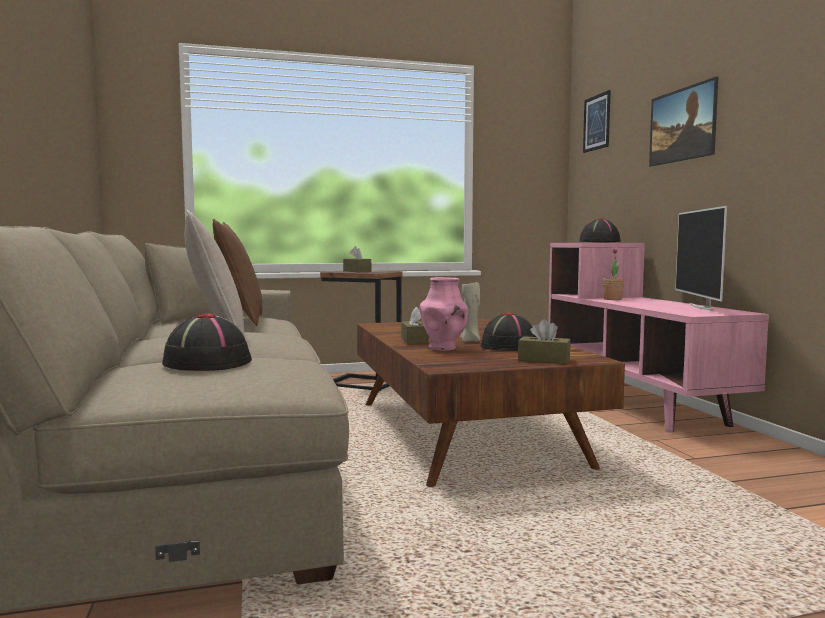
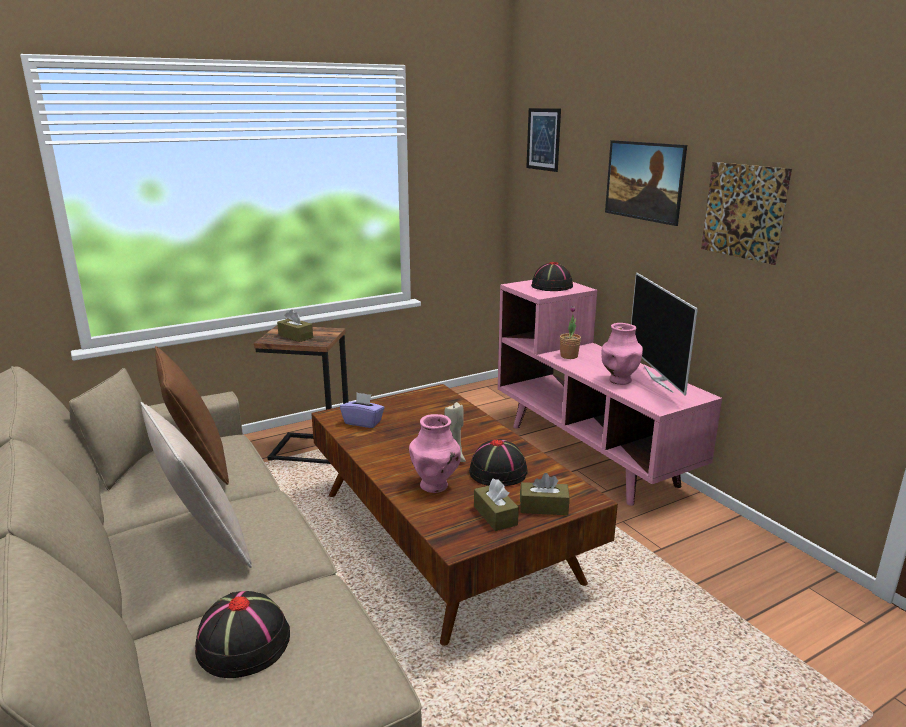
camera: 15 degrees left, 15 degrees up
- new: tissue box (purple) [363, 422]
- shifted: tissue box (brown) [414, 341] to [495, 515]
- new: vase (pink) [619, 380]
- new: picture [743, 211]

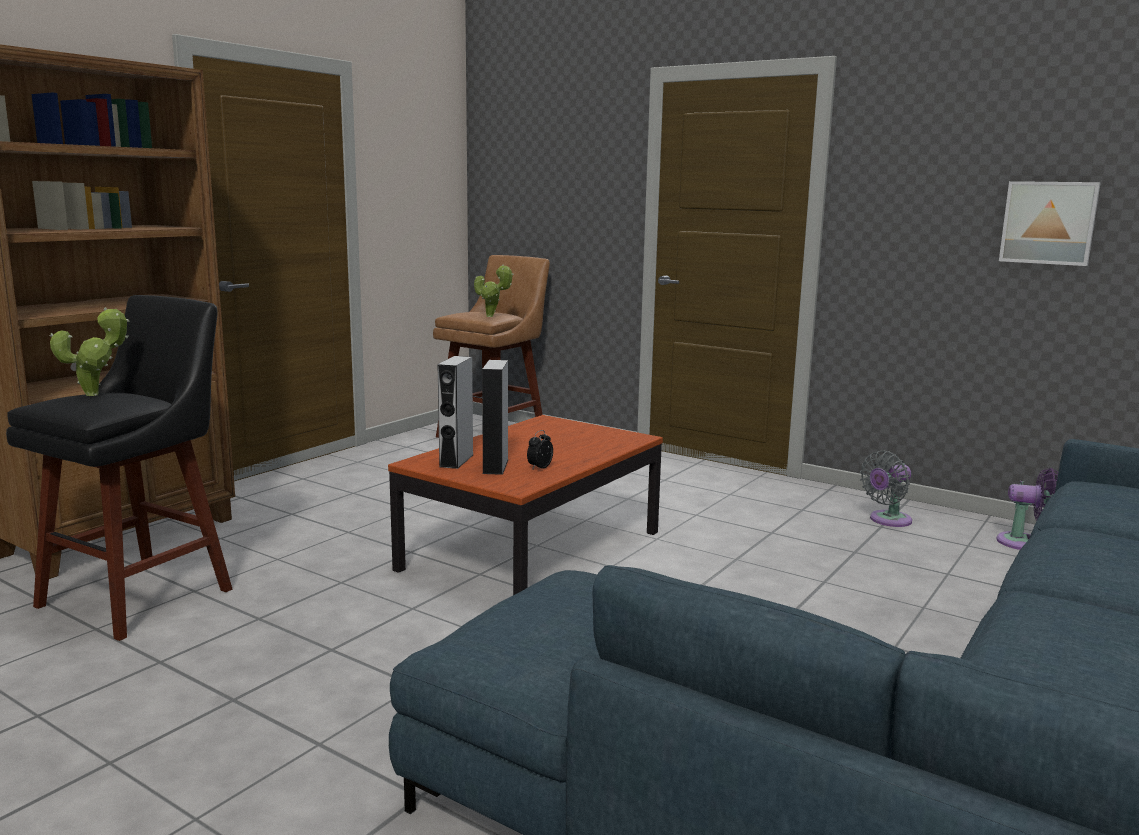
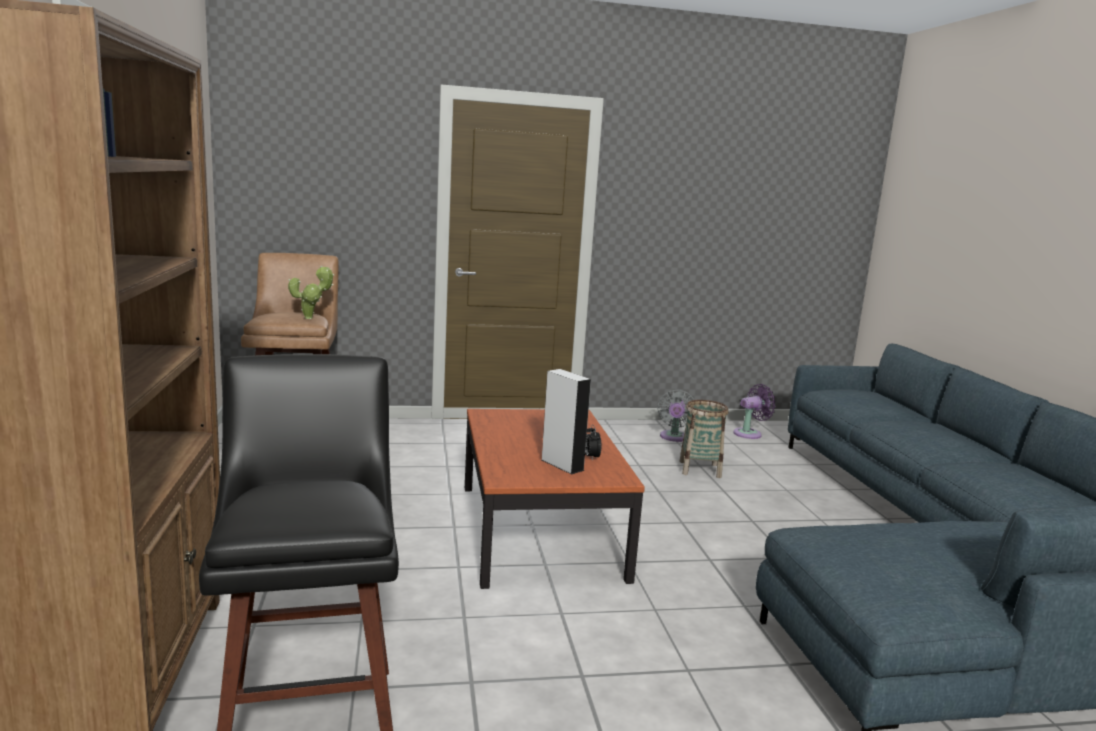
camera: 45 degrees left, 0 degrees up
- new: basket [699, 469]
- gone: potted plant [97, 394]
- gone: speaker (grey) [456, 460]
- gone: picture [1048, 222]

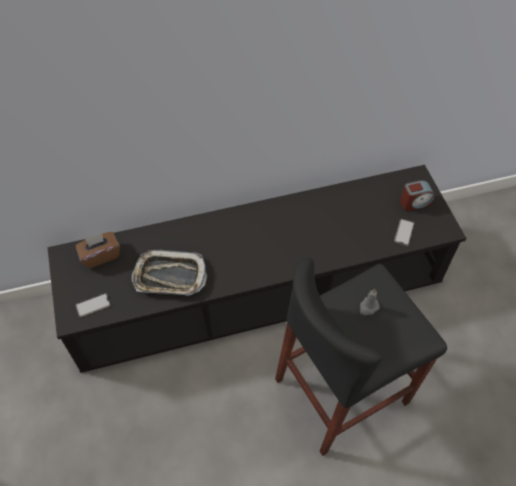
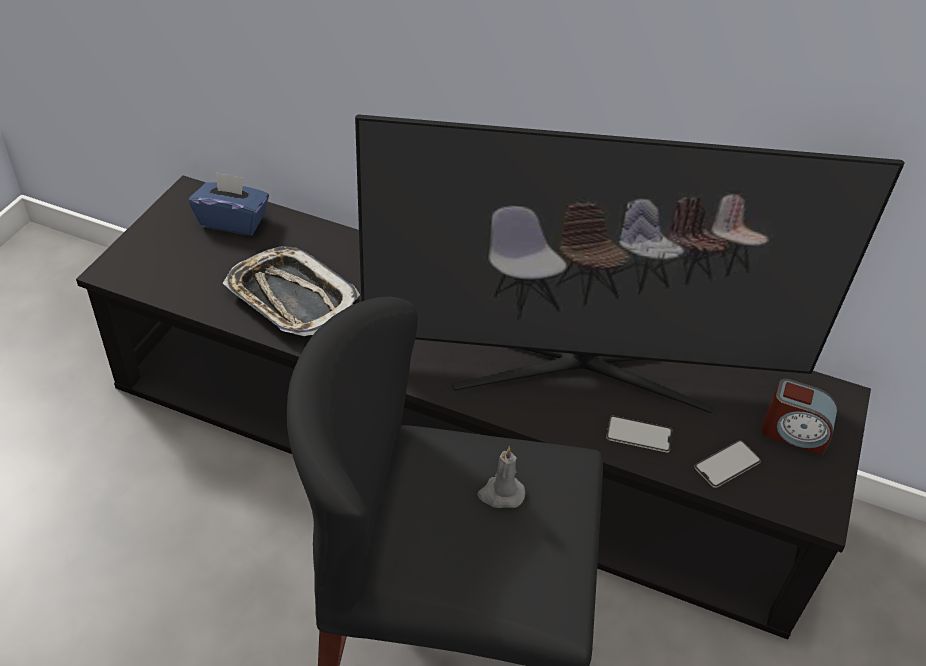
camera: 35 degrees right, 10 degrees down
- repainted: tissue box (brown) [100, 255] to tissue box (blue) [233, 221]
- new: television [580, 368]
- shifted: phone [93, 305] to [639, 434]

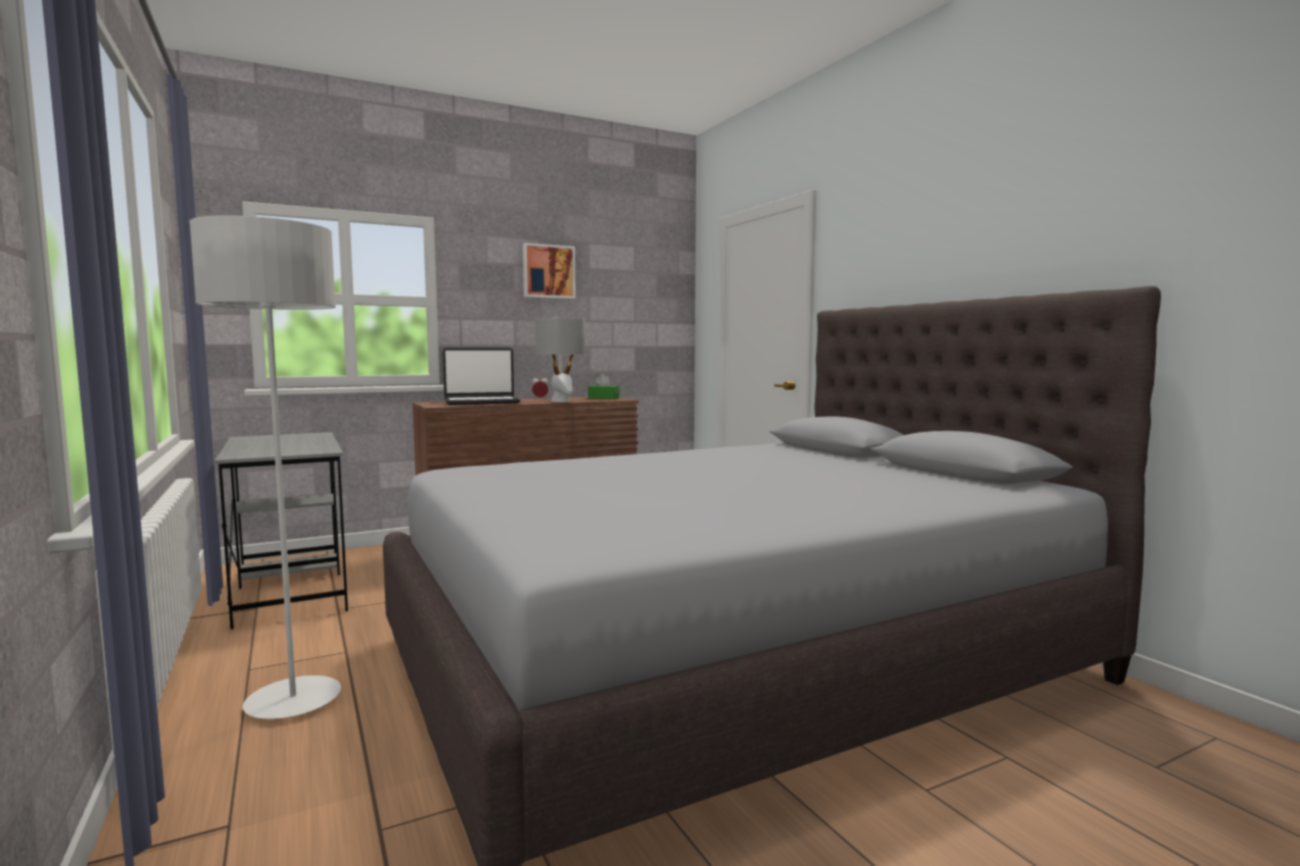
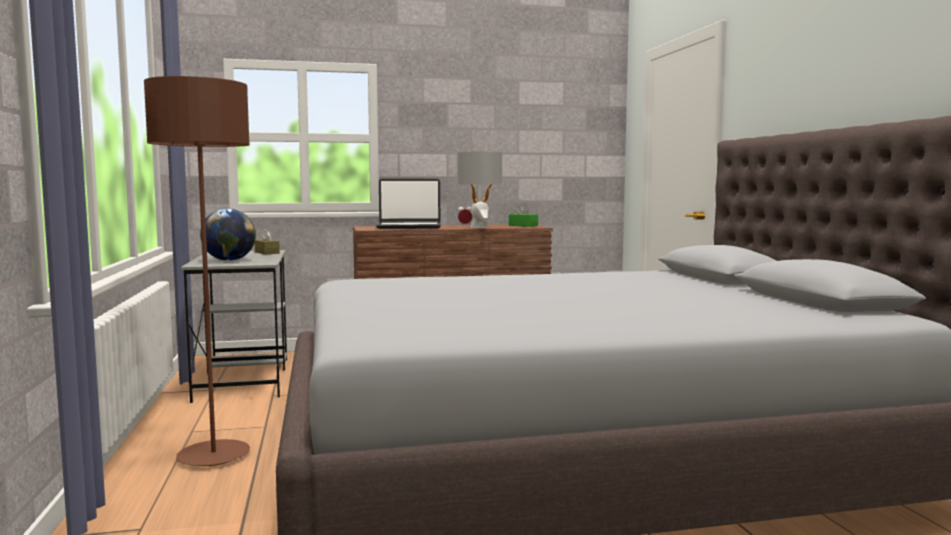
camera: 15 degrees right, 0 degrees up
- repainted: floor lamp (grey) [293, 701] to floor lamp (brown) [213, 456]
- new: globe [229, 260]
- new: tissue box (brown) [267, 252]
- gone: picture [548, 271]

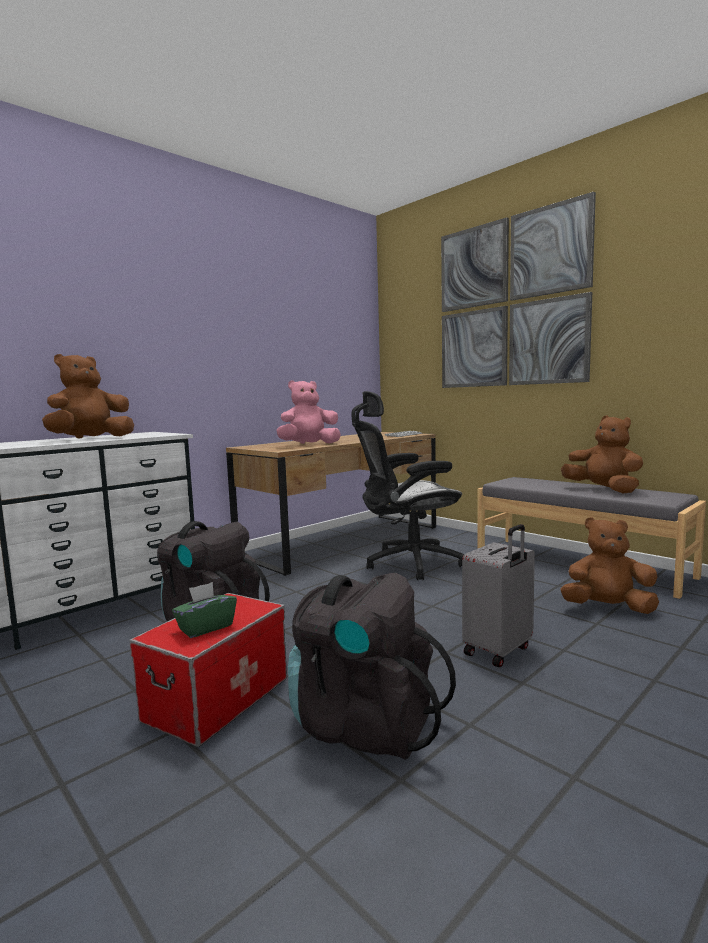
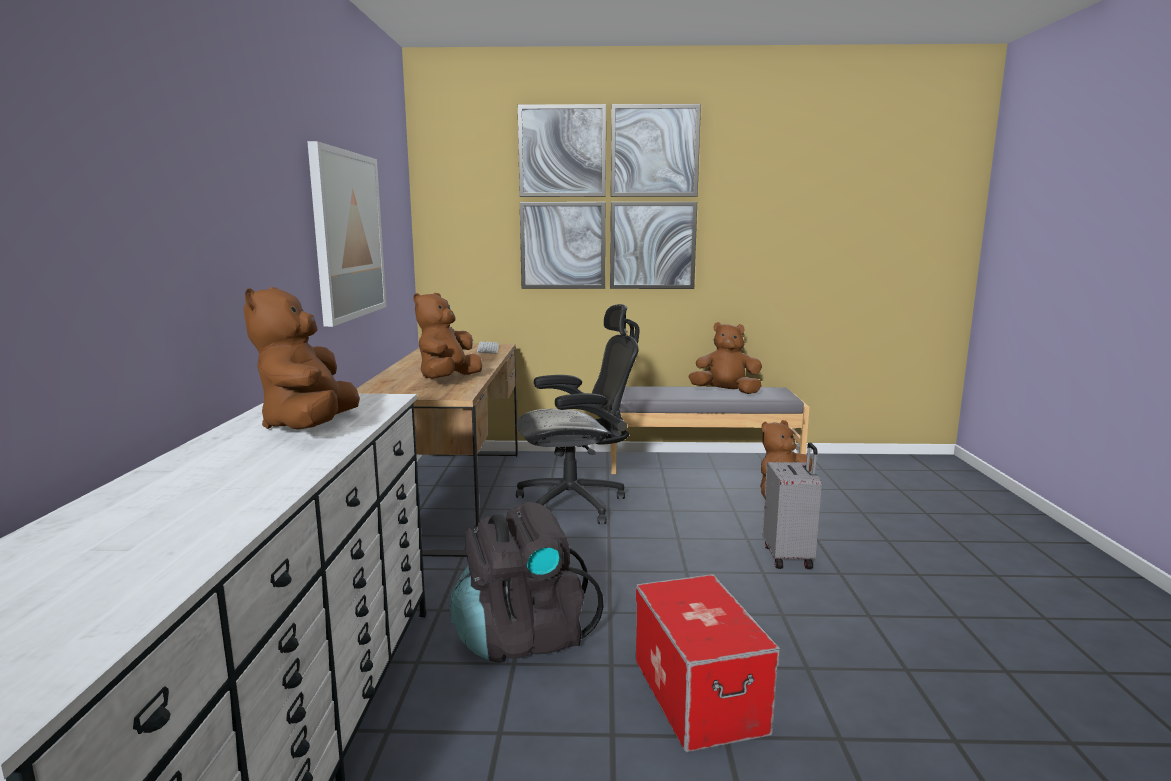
camera: 45 degrees left, 5 degrees up
- new: picture [348, 235]
- repainted: plush toy (pink) [309, 444] to plush toy (brown) [448, 380]
- rotated: office chair [408, 564] = [576, 503] 135 degrees counterclockwise
- gone: tissue box (green) [206, 627]
- gone: backpack (black) [364, 724]

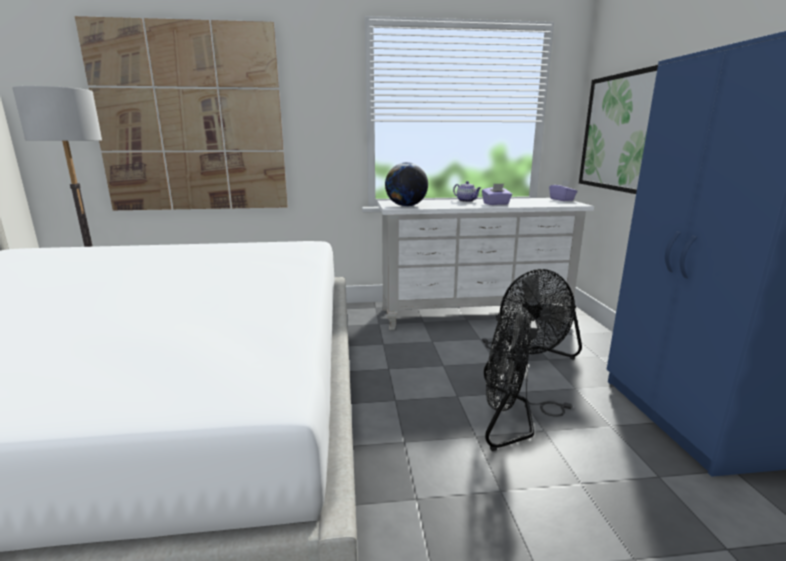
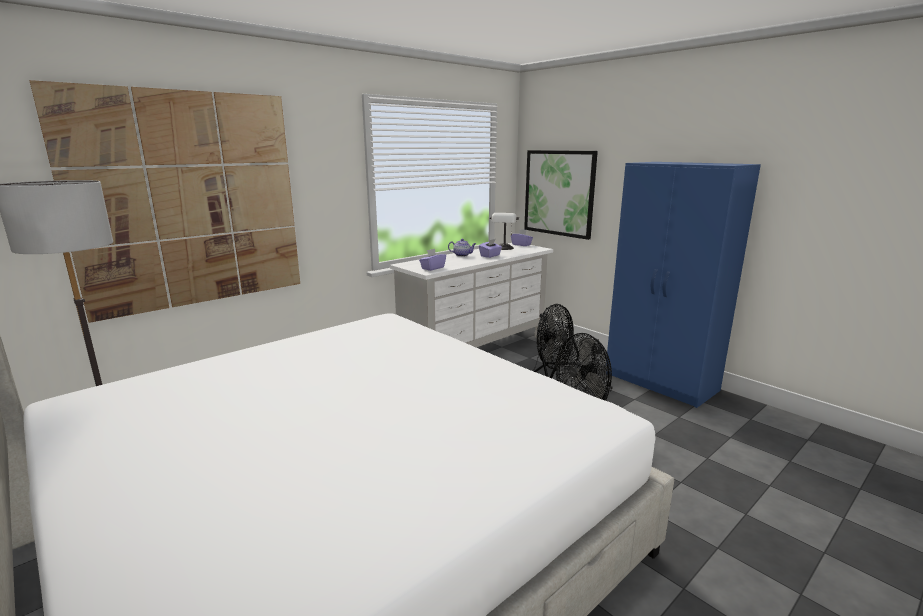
camera: 35 degrees left, 0 degrees up
- swapped: globe [406, 206] to tissue box (purple) [432, 268]
- new: table lamp [504, 248]

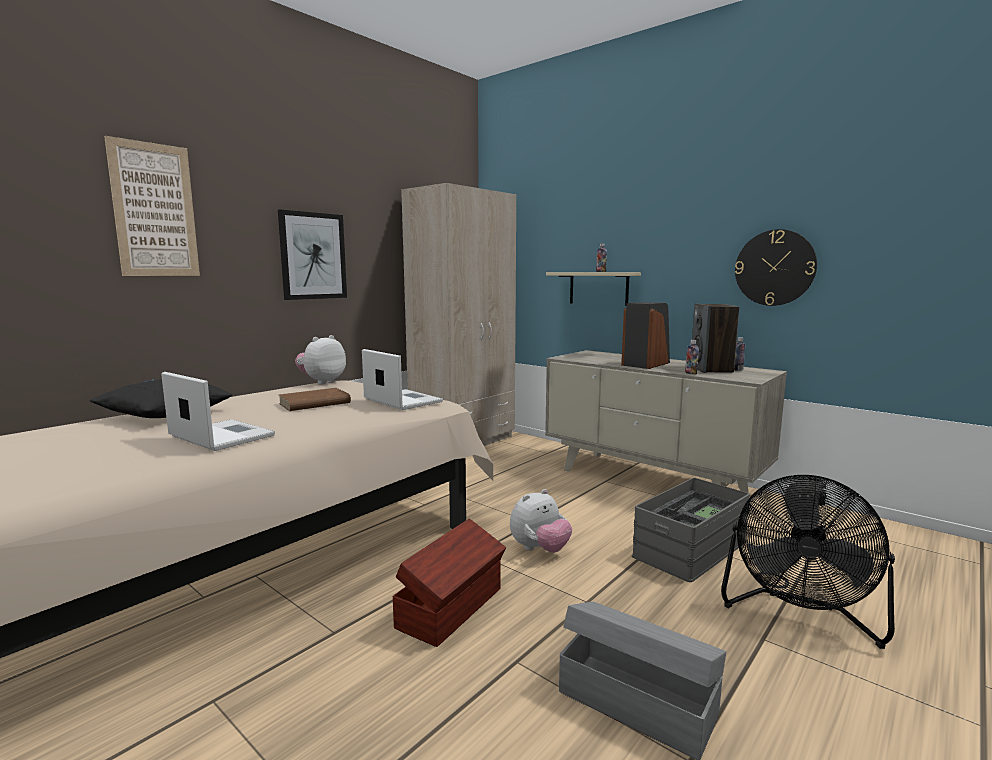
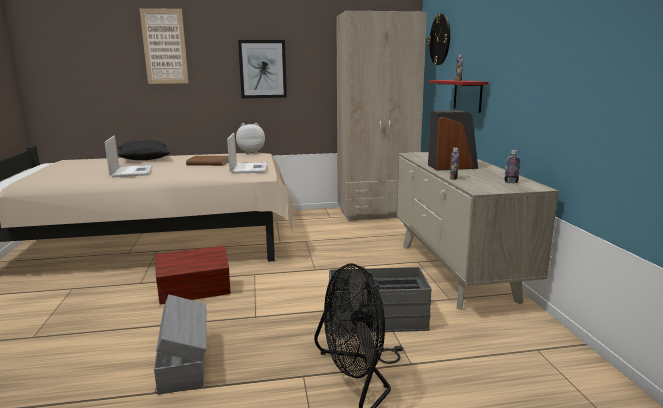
camera: 40 degrees right, 5 degrees up
- shifted: wall clock [774, 268] to [440, 39]
- repainted: shelf (beige) [598, 288] to shelf (red) [467, 95]
- gone: plush toy [539, 549]
- gone: speaker [711, 369]

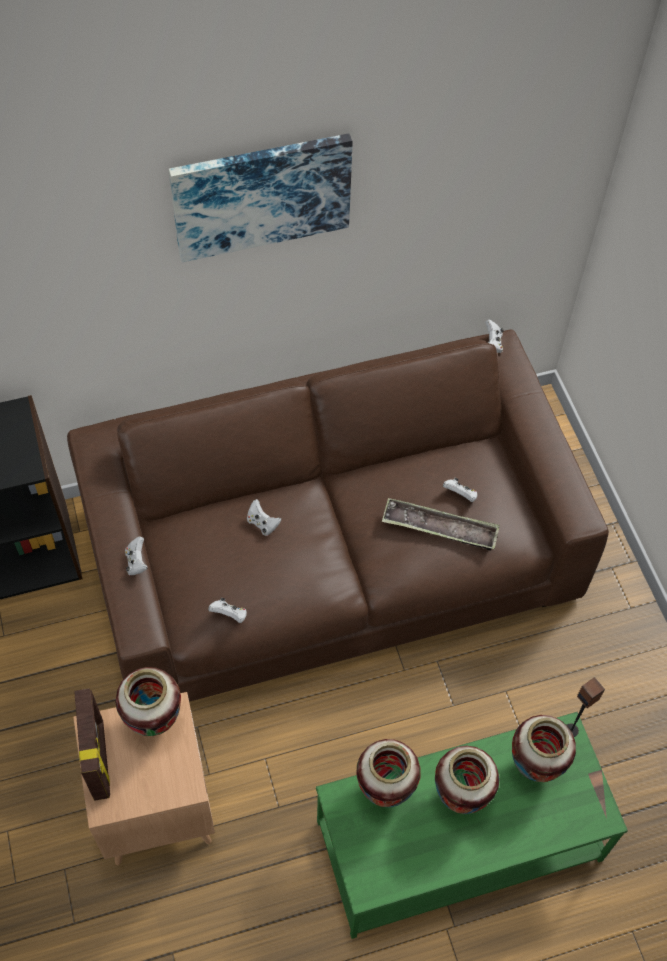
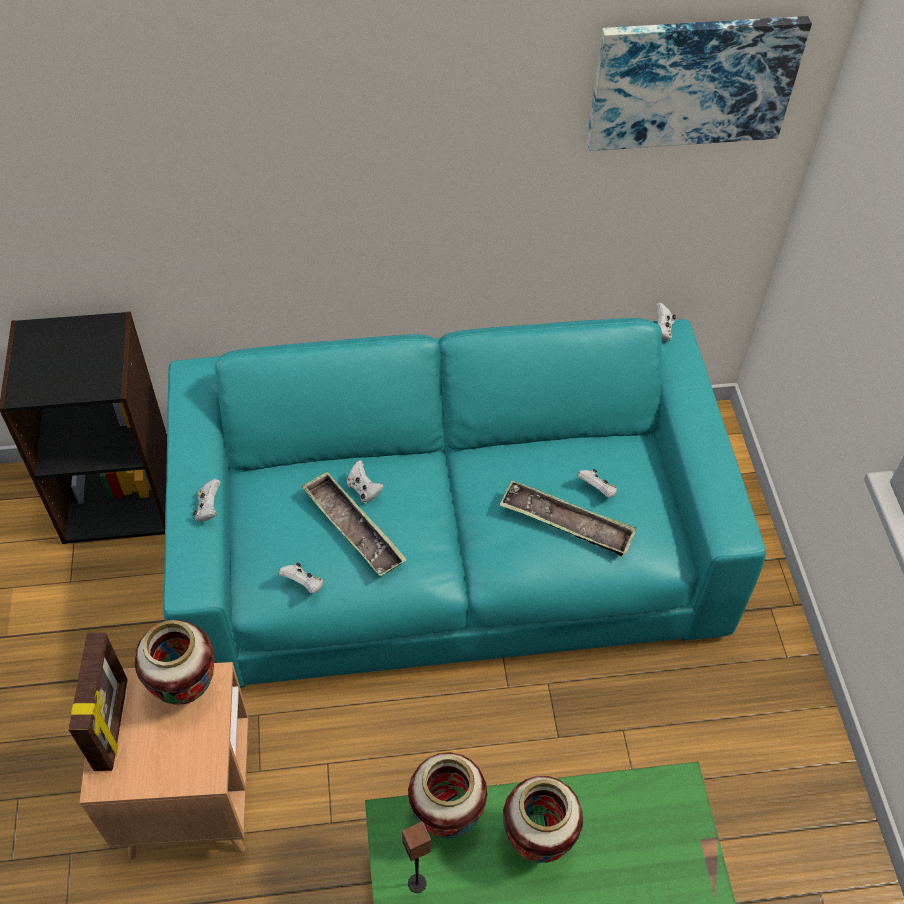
camera: 10 degrees right, 5 degrees down
- repainted: sofa (brown) [330, 551] to sofa (turquoise) [449, 543]
- new: tray [353, 528]
- shifted: speaker [571, 730] to [417, 883]
- shifted: picture [261, 194] to [692, 81]
- gone: vase [534, 766]

